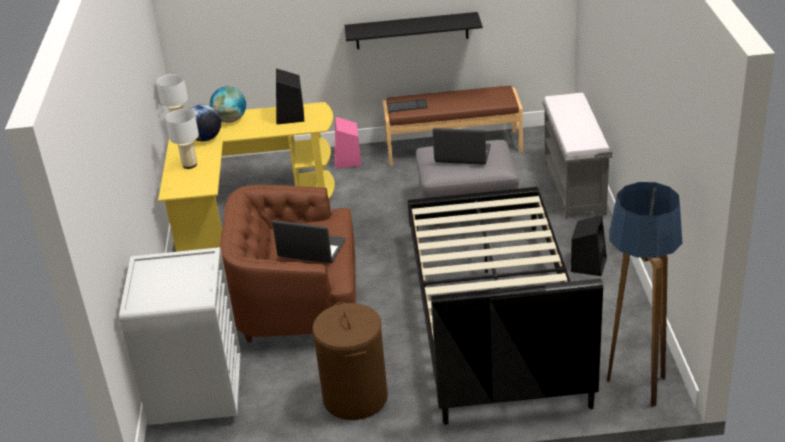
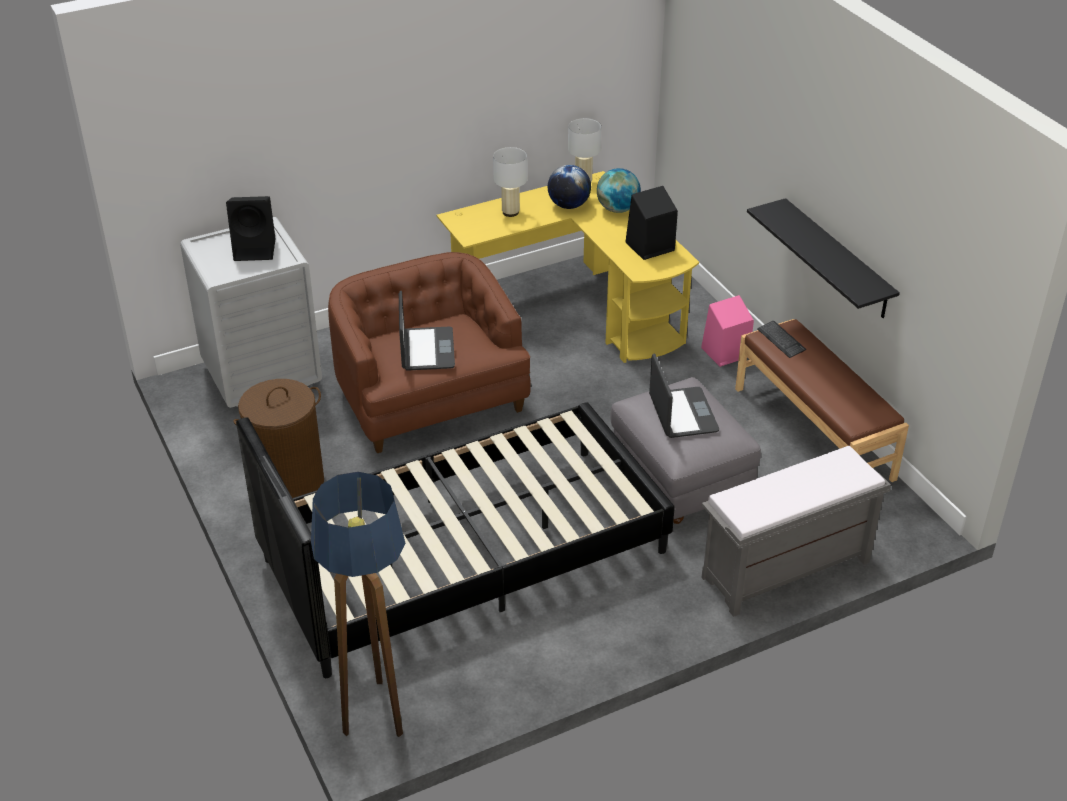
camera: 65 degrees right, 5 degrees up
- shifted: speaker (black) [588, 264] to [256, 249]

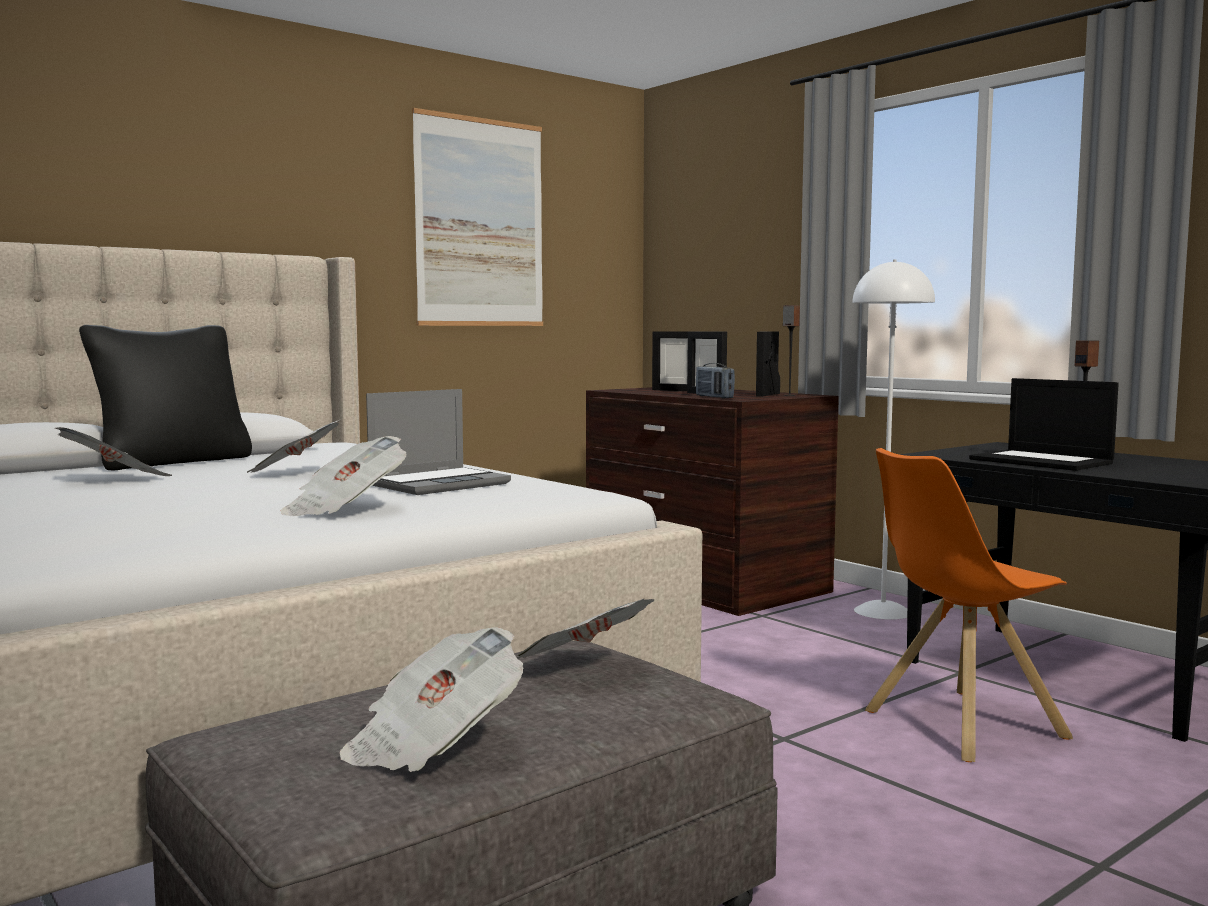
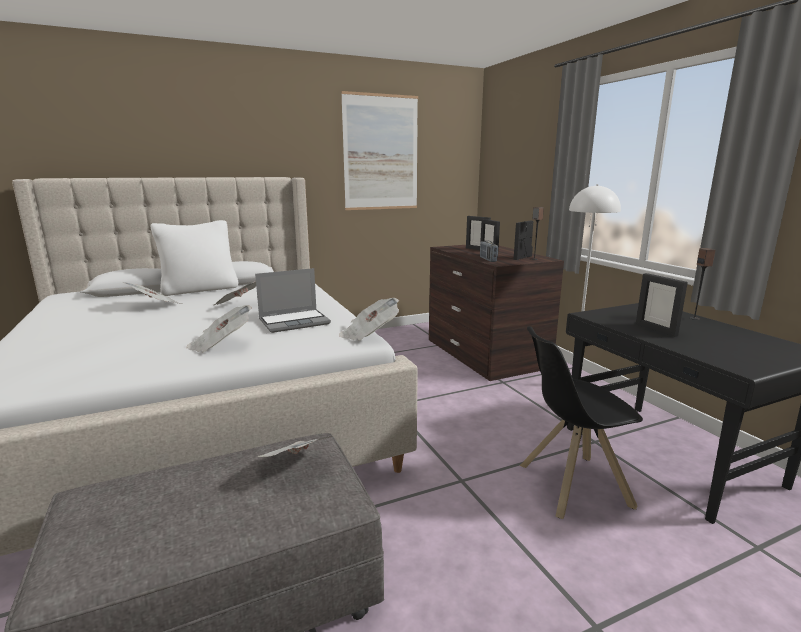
camera: 15 degrees right, 10 degrees up
- repainted: pillow (black) [172, 462] to pillow (white) [199, 289]
- shifted: newspaper [432, 744] to [369, 334]
- repainted: chair (orange) [959, 724] to chair (black) [571, 485]
- swapped: laptop [1043, 461] to picture frame [656, 329]

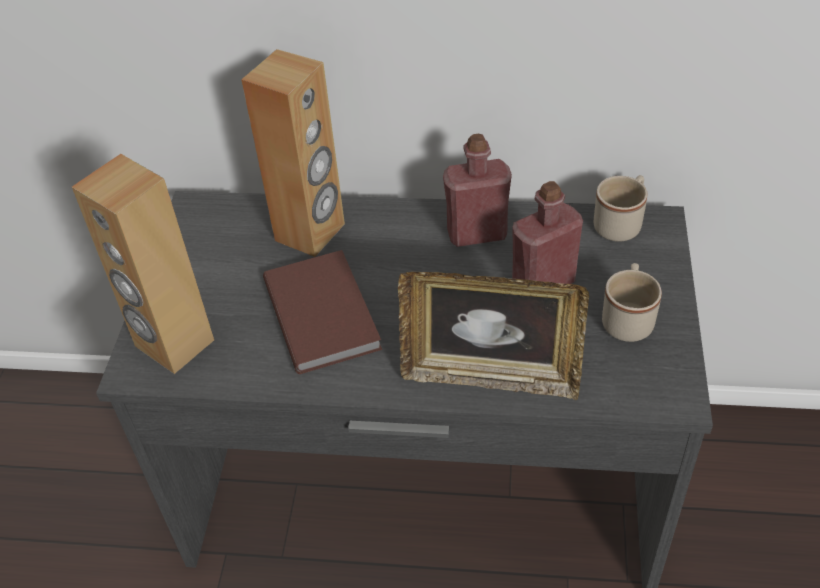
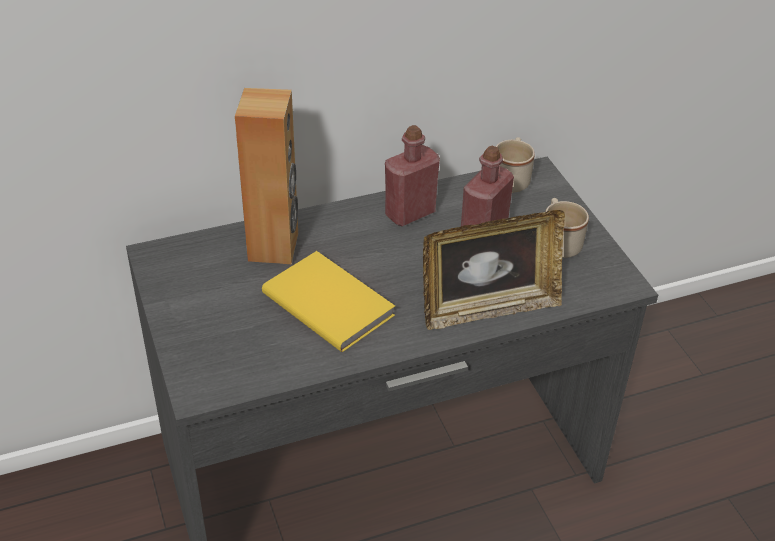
camera: 30 degrees left, 5 degrees down
- repainted: book (brown) [324, 312] to book (yellow) [329, 302]
- gone: speaker (brown) [173, 344]

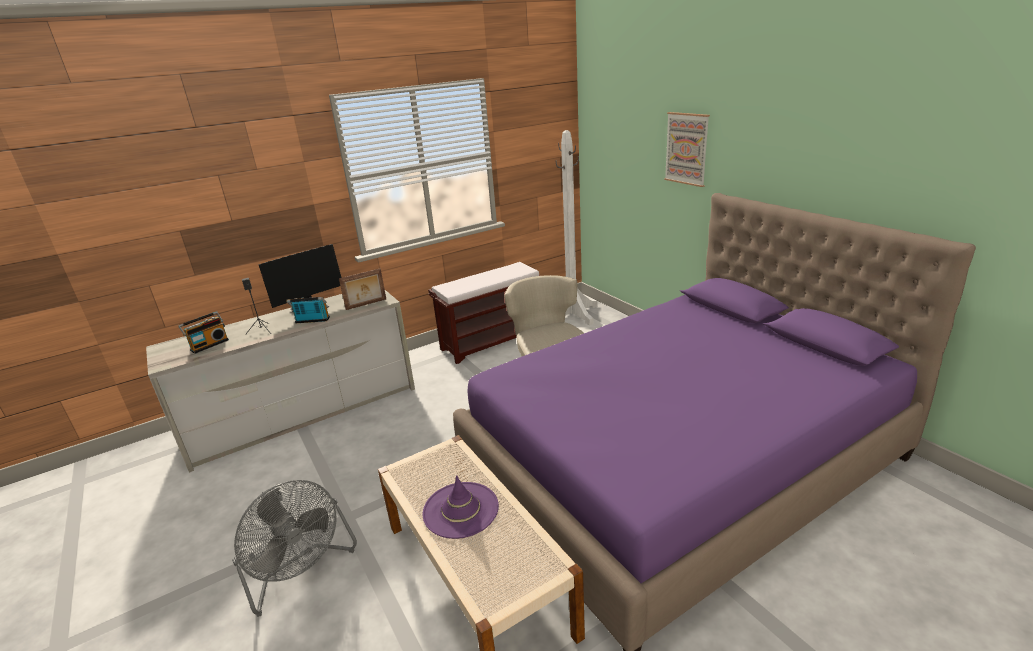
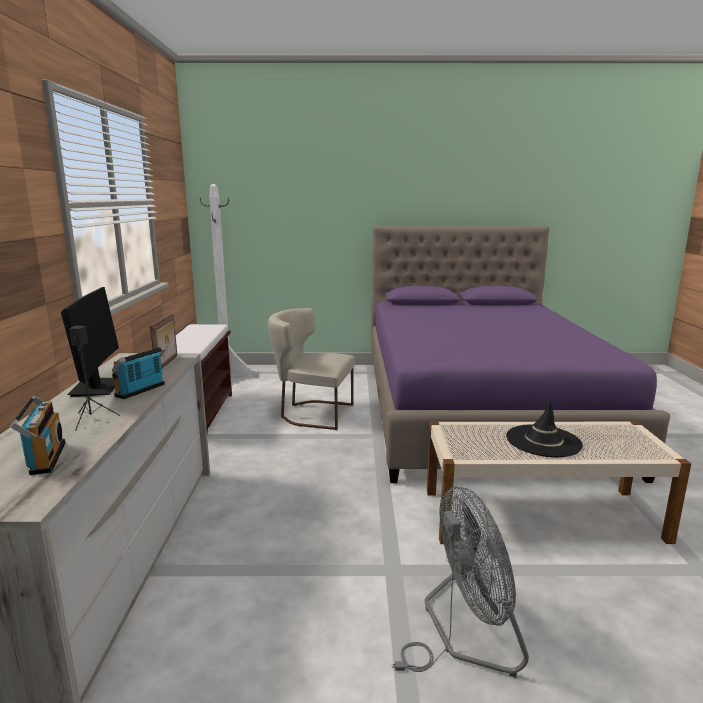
camera: 60 degrees left, 10 degrees down
- repainted: hat (purple) [461, 510] to hat (black) [543, 441]
- gone: picture [686, 148]

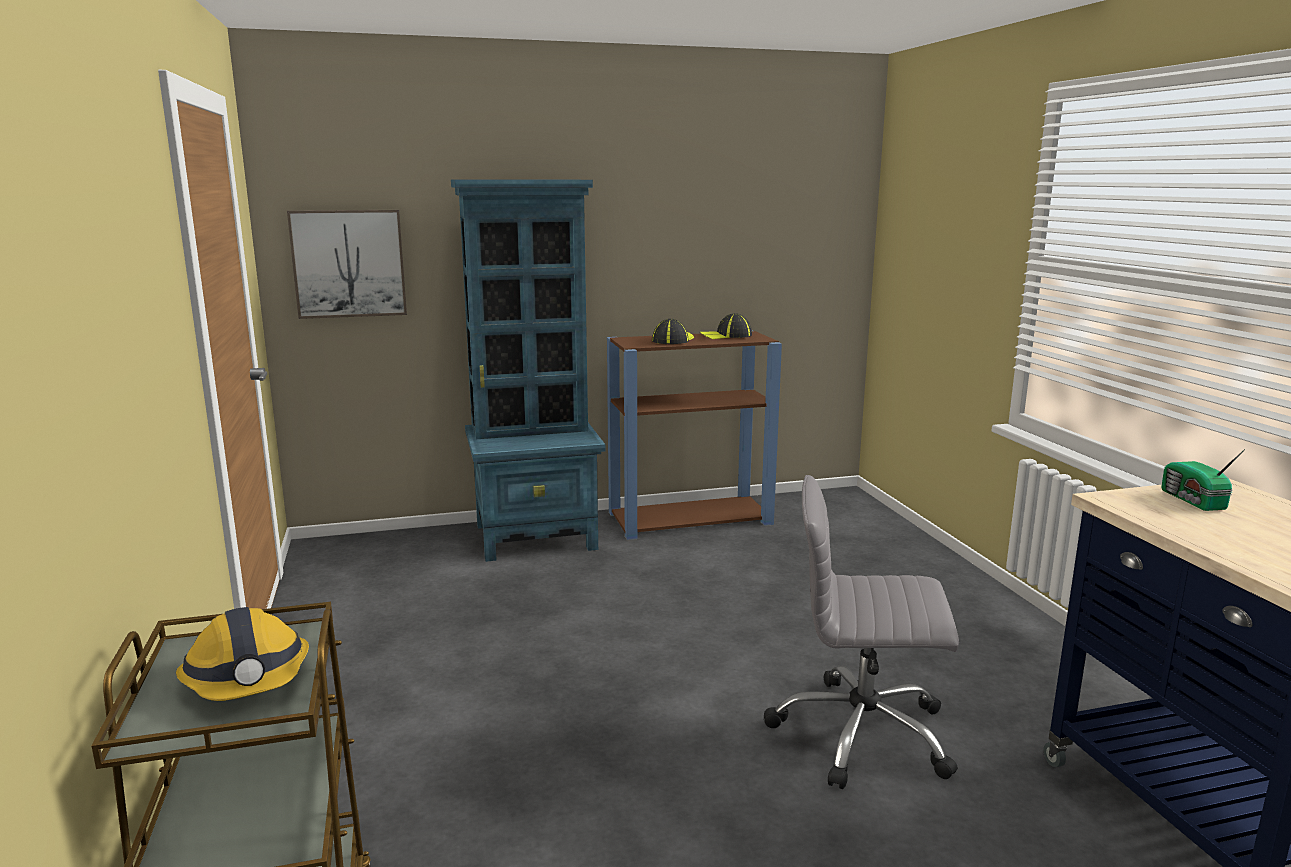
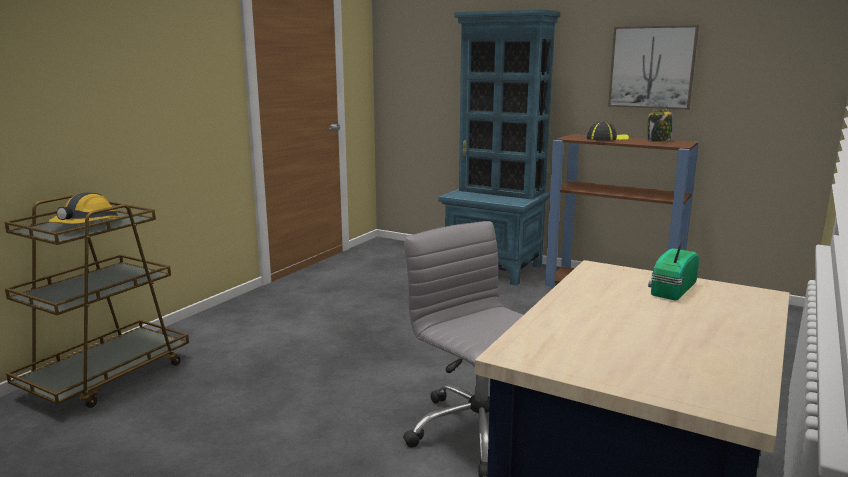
camera: 45 degrees right, 0 degrees up
- shifted: picture [349, 263] to [652, 67]
- swapped: cap [726, 336] to jar [659, 141]

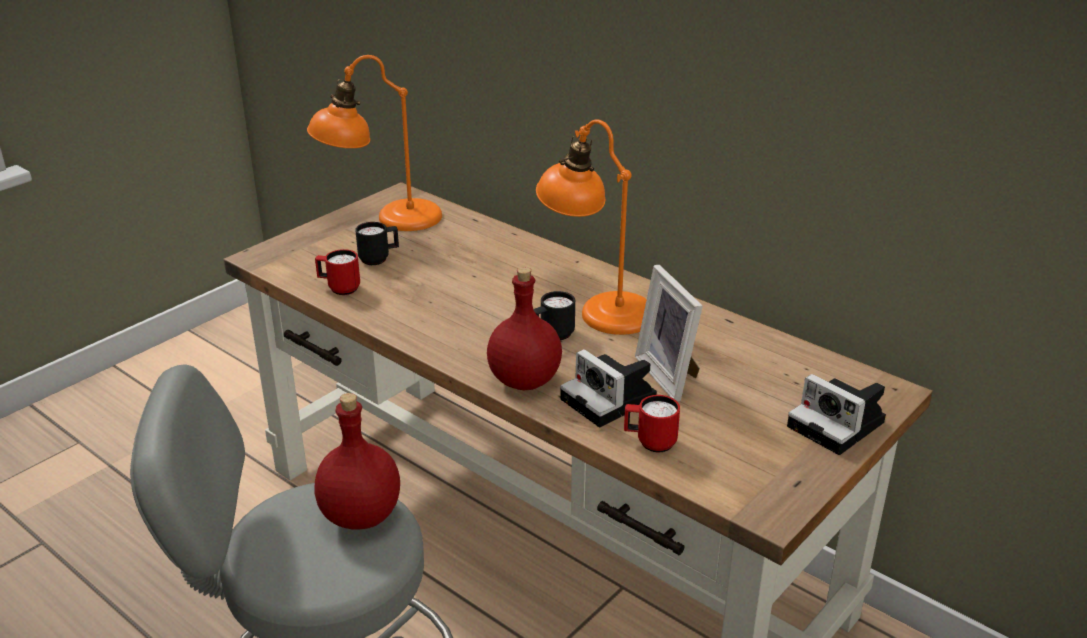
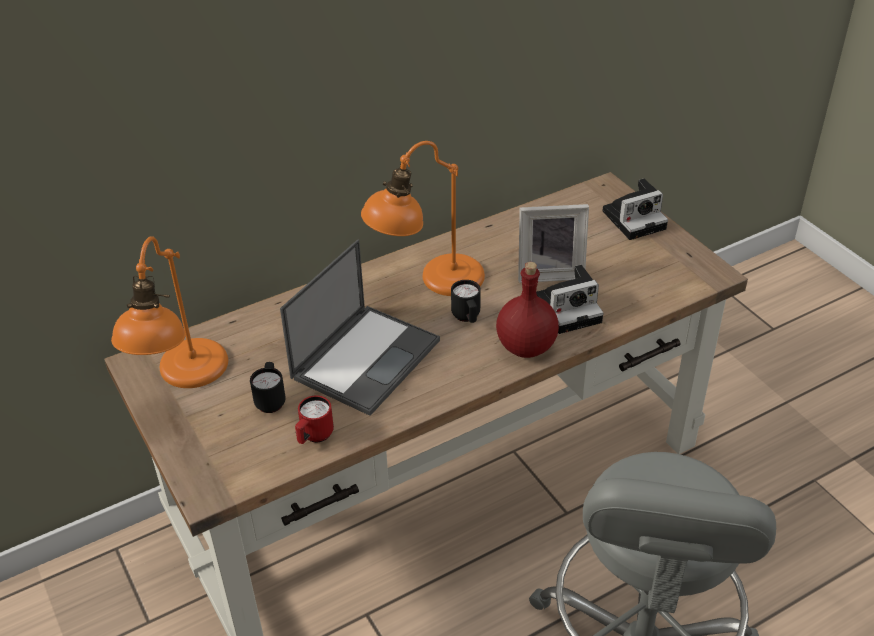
camera: 70 degrees left, 10 degrees up
- new: laptop [366, 357]
- gone: bottle (red) [362, 516]
- gone: mug (red) [650, 442]

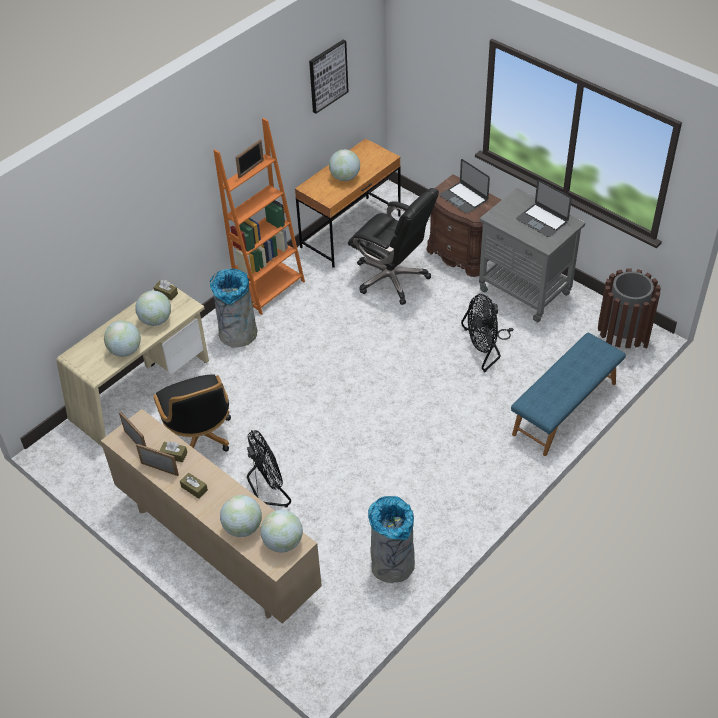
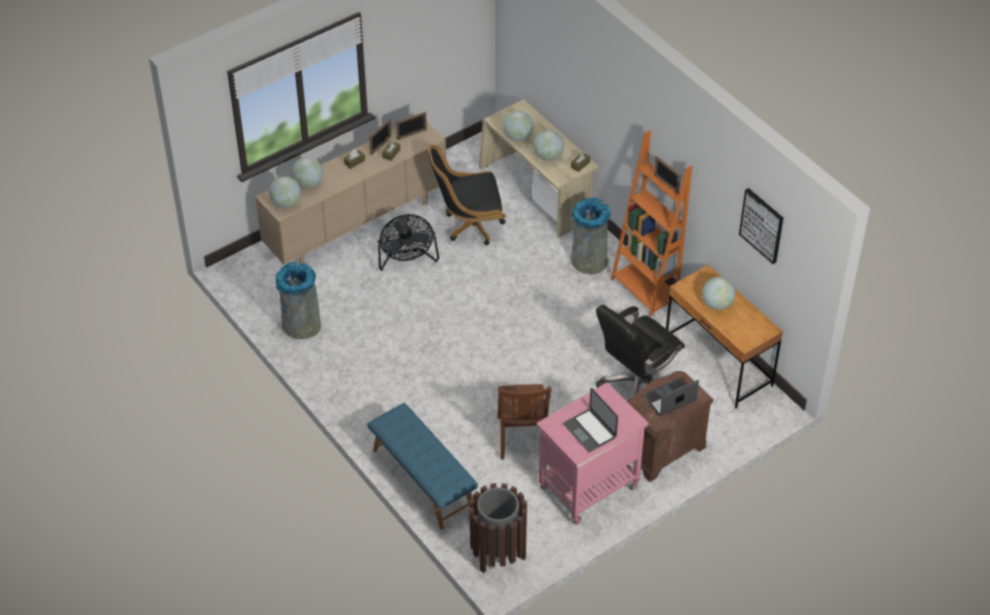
camera: 100 degrees right, 0 degrees up
- swapped: fan (black) [485, 346] to chair (brown) [521, 438]
- repainted: cart (grey) [525, 293] to cart (pink) [587, 488]
- rotated: laptop [542, 220] = [589, 430] 90 degrees counterclockwise

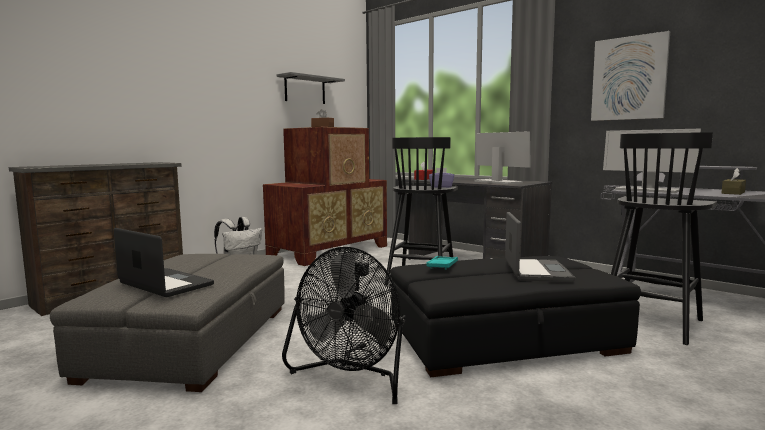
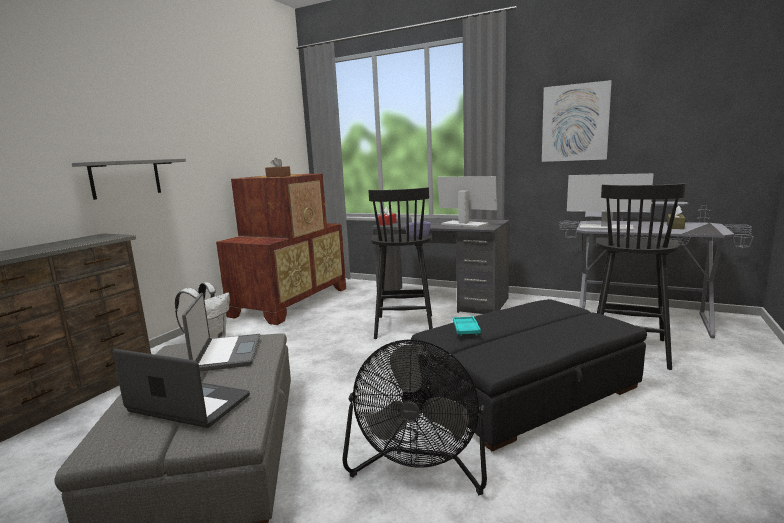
camera: 15 degrees left, 5 degrees up
- shifted: shelf (grey) [305, 90] to [126, 178]
- shifted: laptop [535, 271] to [226, 354]

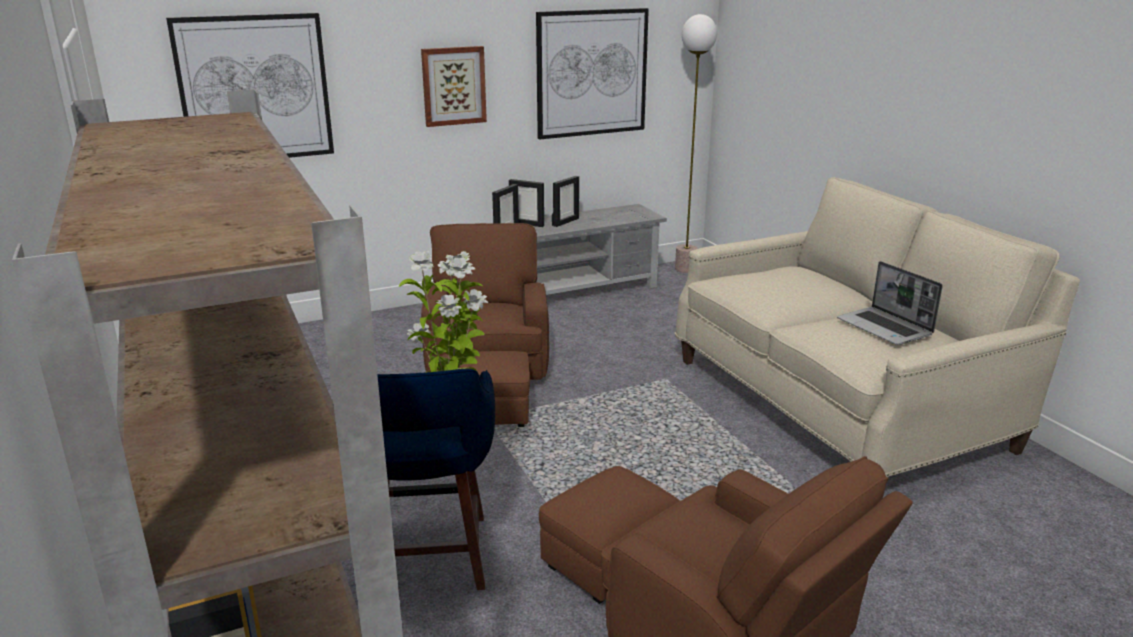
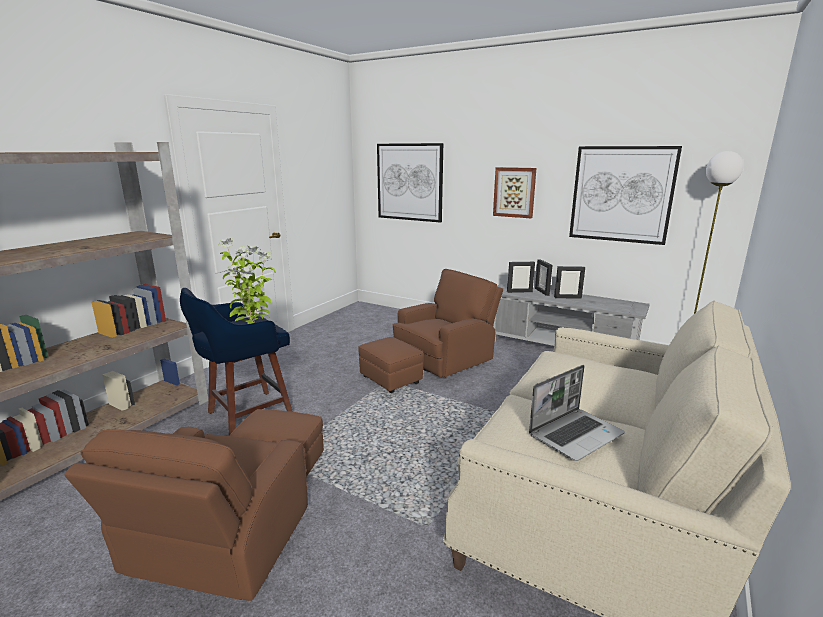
camera: 55 degrees right, 5 degrees down
- rotated: laptop [885, 328] = [576, 434] 150 degrees counterclockwise

